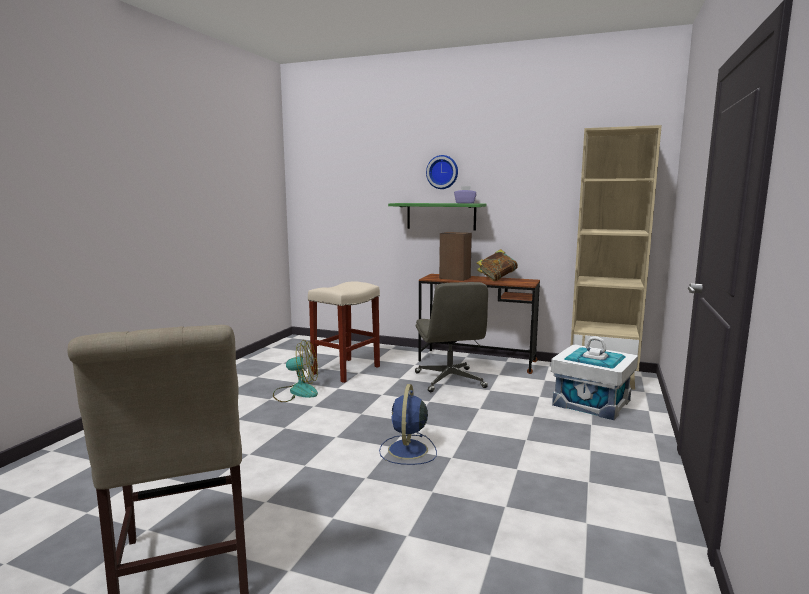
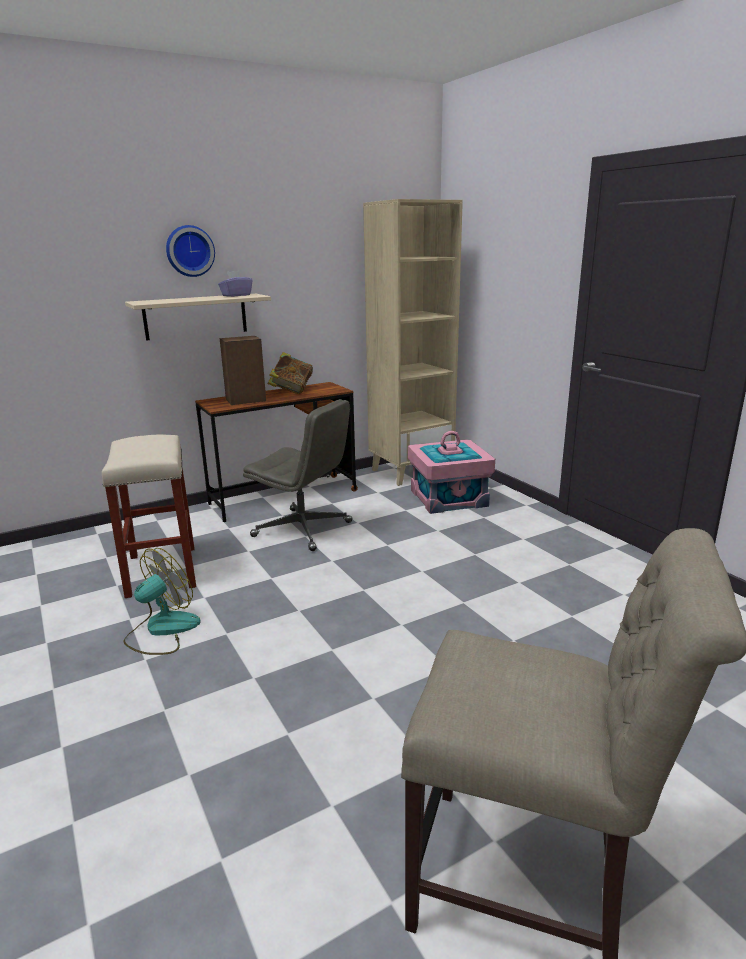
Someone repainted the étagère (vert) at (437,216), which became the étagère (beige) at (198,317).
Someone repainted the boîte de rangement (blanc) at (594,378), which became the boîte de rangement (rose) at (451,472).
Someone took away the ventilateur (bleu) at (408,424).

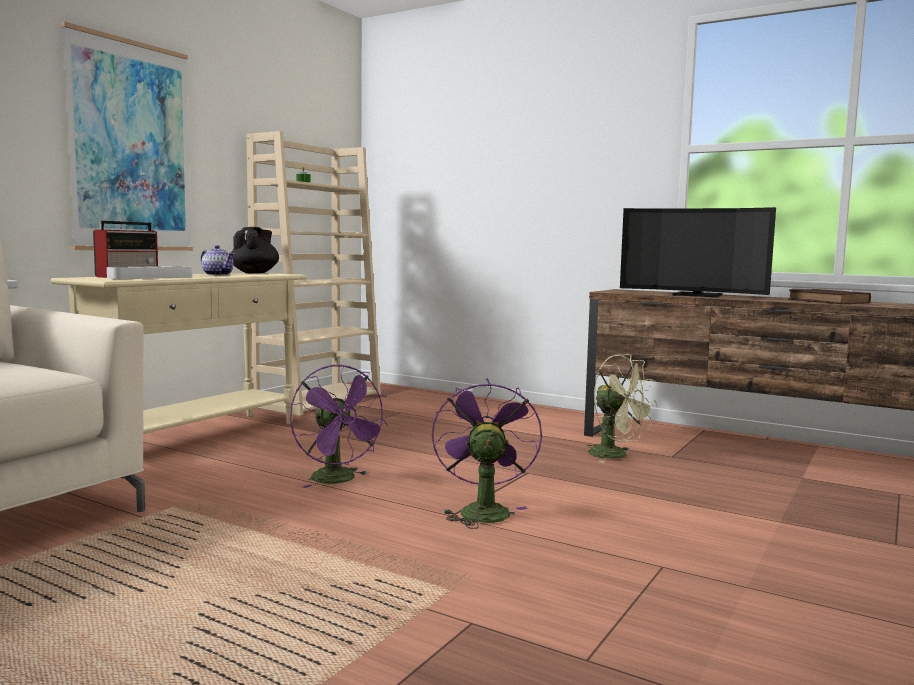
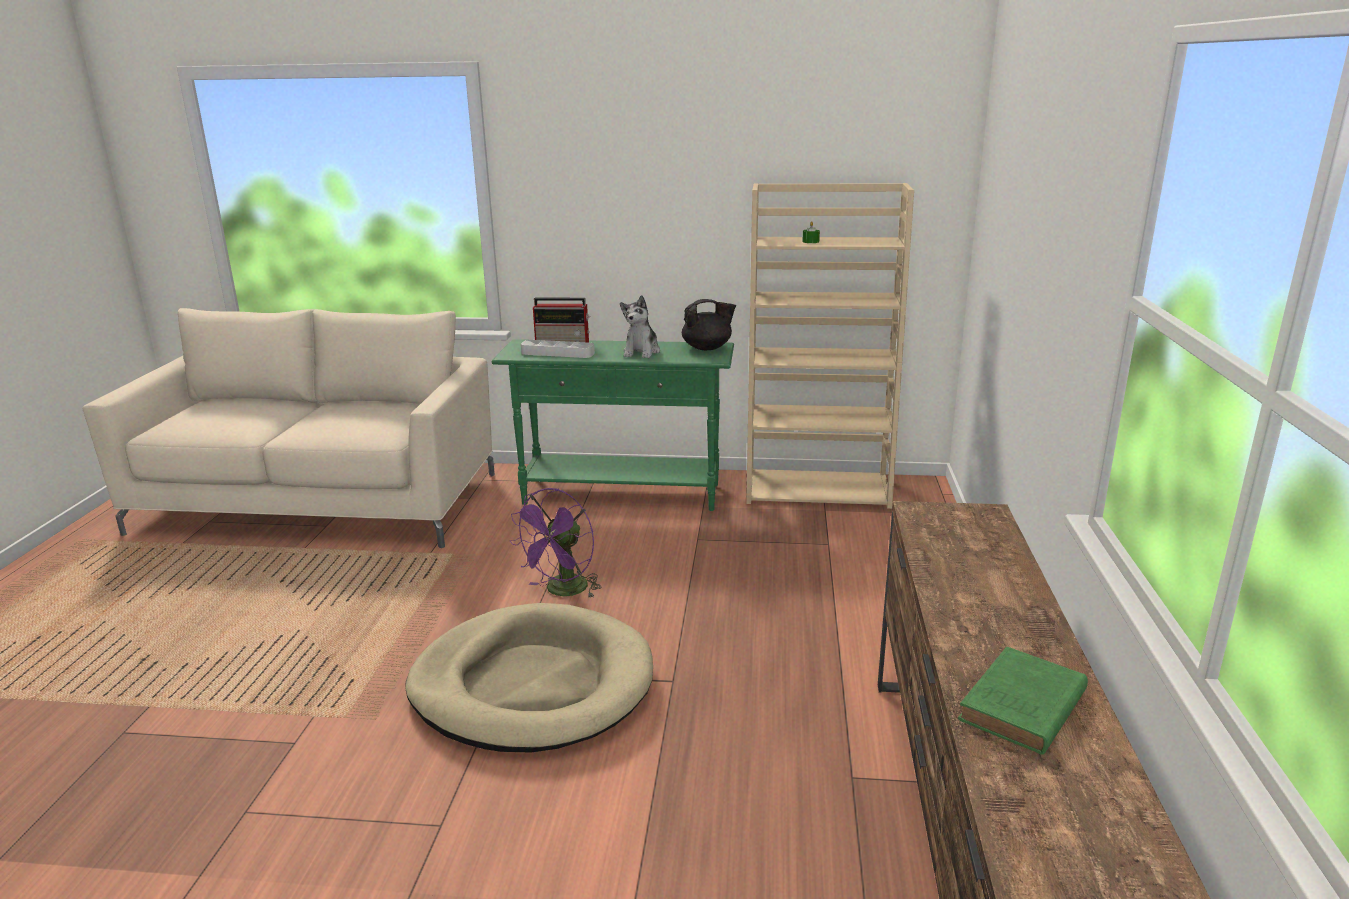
Someone swapped the ventilateur (violet) at (487,453) for the panier pour chien (beige) at (529,677).
Someone repainted the table console (beige) at (179,353), which became the table console (vert) at (613,425).
Someone swapped the théière at (218,260) for the peluche at (640,326).
Someone repainted the livre (marron) at (829,296), which became the livre (vert) at (1023,701).
Someone took away the tableau at (127,136).
Someone took away the ventilateur (vert) at (622,408).
Someone took away the téléviseur at (698,252).

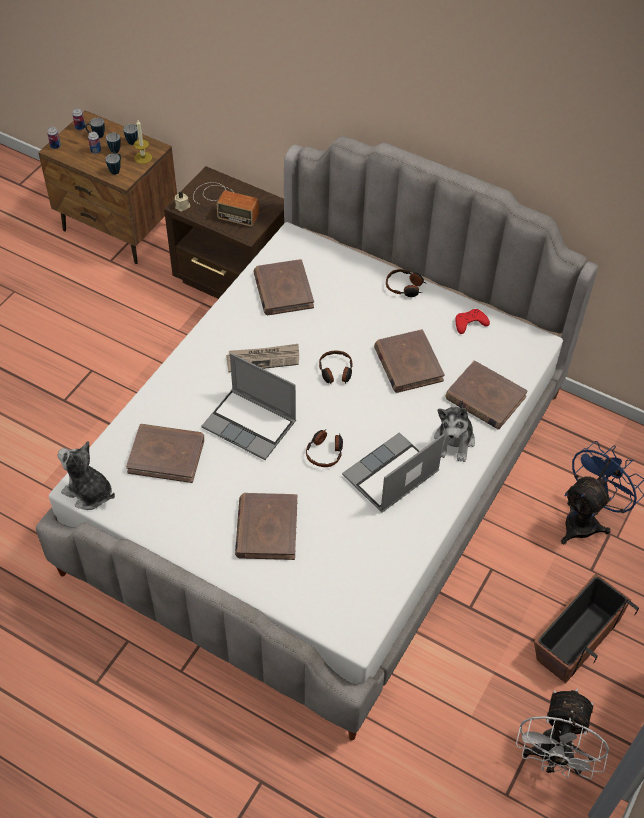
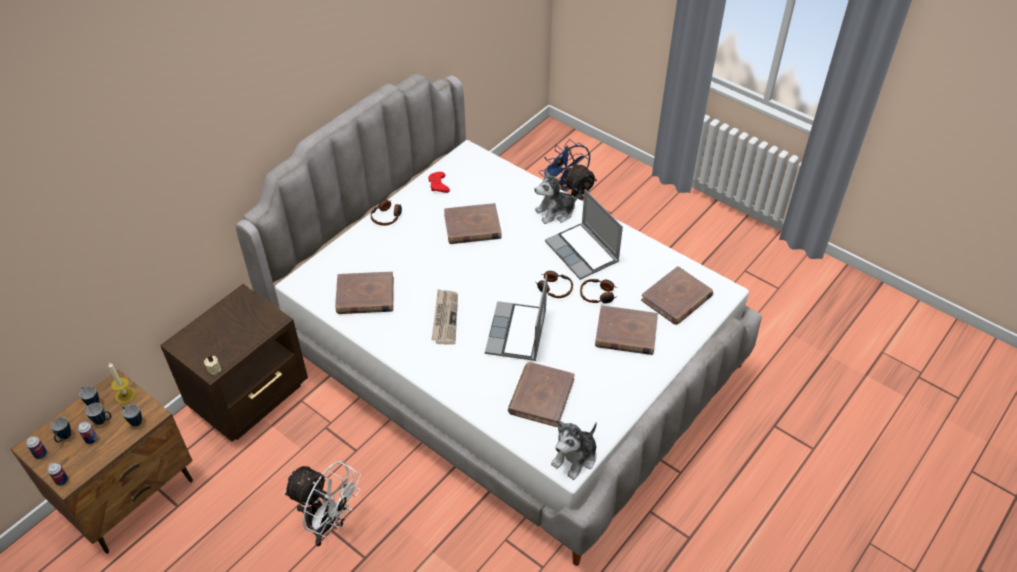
Someone carried the ventilateur (blanc) from (562,734) to (322,503).
Someone rotated the ordinateur portable at (249,406) by 150 degrees clockwise.
Someone rotated the peluche at (454,431) by 135 degrees clockwise.
Someone carried the casque audio from (336,367) to (599,291).
Someone carried the livre (marron) from (487,394) to (677,295).
Someone took away the radio at (226,204).
Someone took away the cache-pot at (586,628).

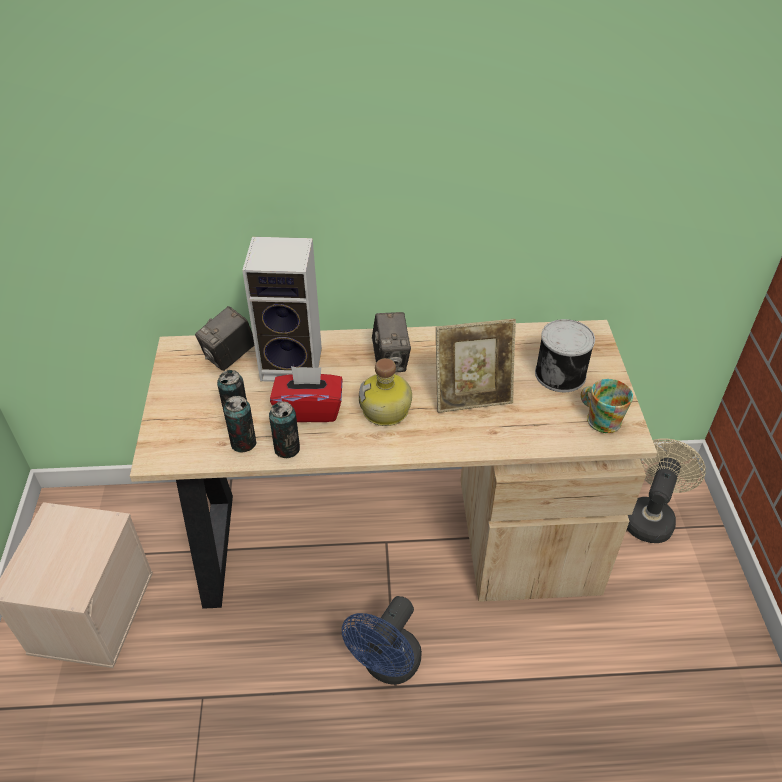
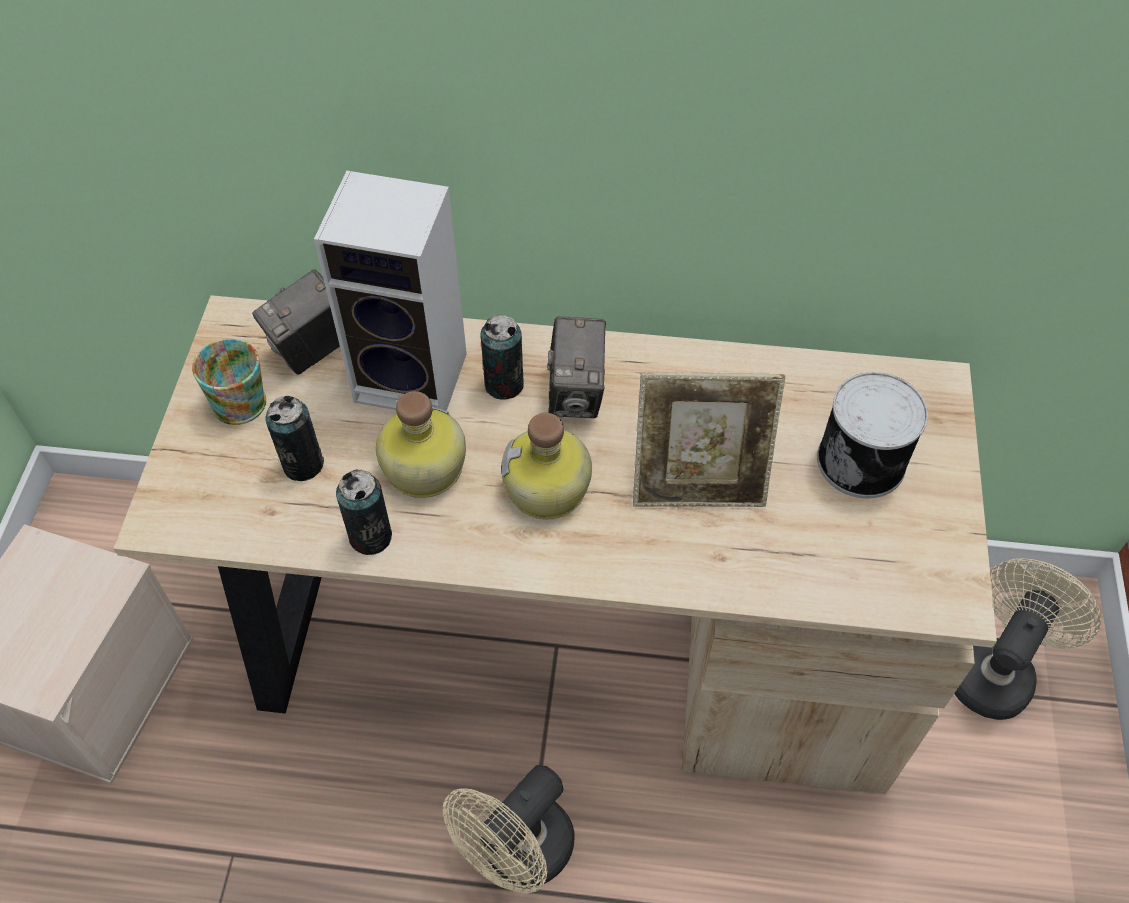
Someone carried the mug from (607,406) to (229,382).
Someone swapped the boîte à mouchoirs (rouge) at (306,394) for the bouteille at (421,444).
Someone repainted the ventilateur (bleu) at (382,640), which became the ventilateur (beige) at (509,829).
Someone carried the boîte métallique from (239,424) to (502,357).

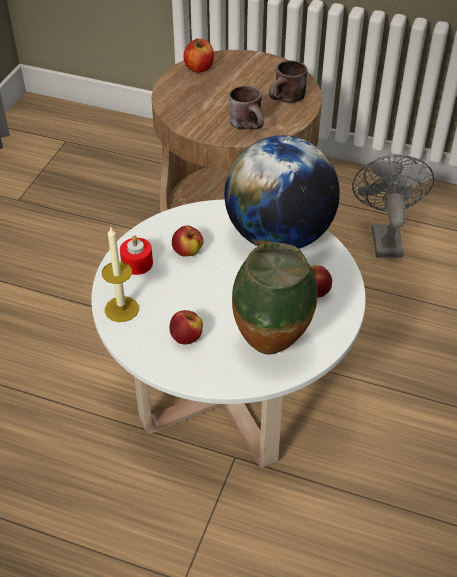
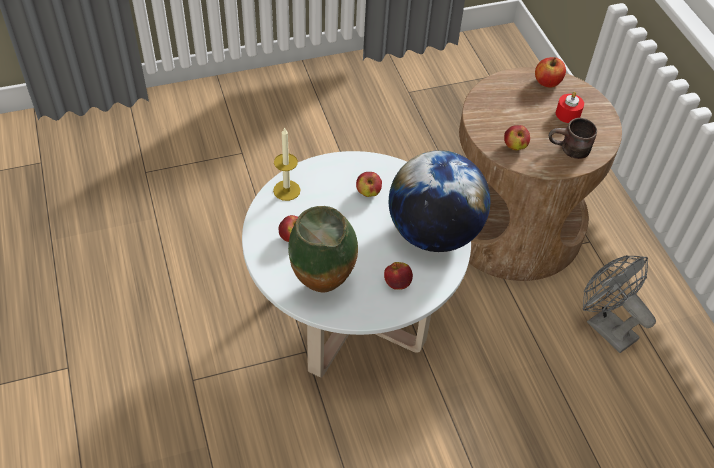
Someone swapped the mug (marron) at (246,108) for the pomme at (517,137).
Someone carried the bougie (rouge) from (136,255) to (570,107).
Someone rotated the ventilateur (gris) at (393,205) by 90 degrees counterclockwise.

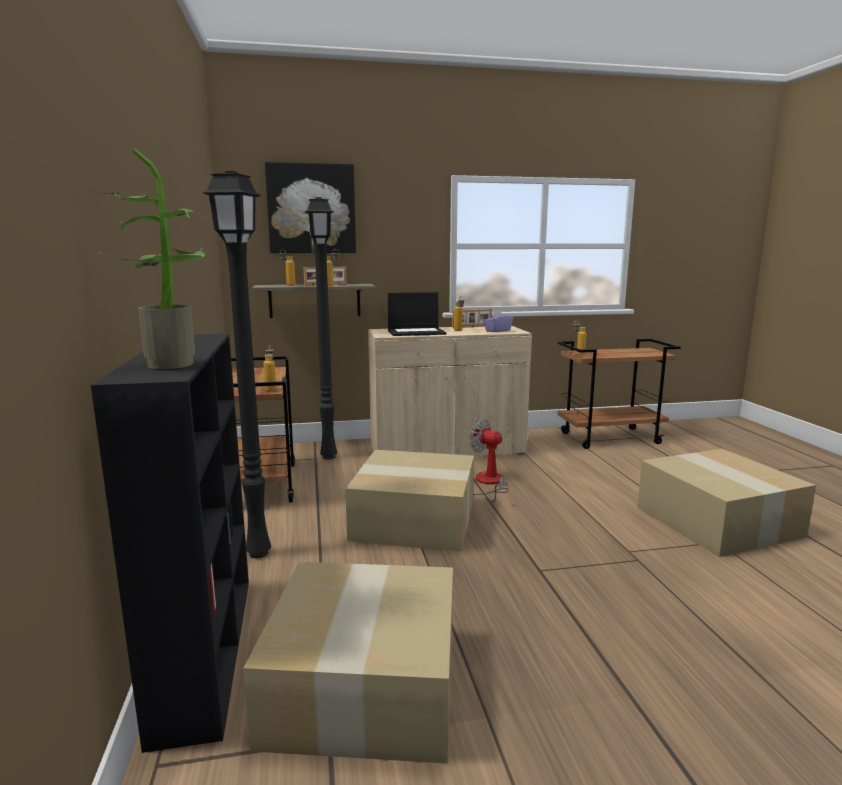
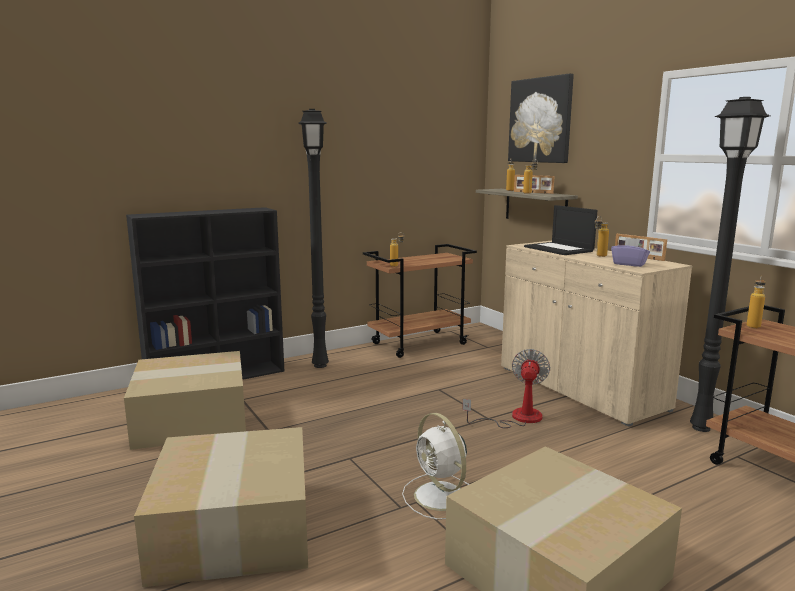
Someone carried the carton from (409,501) to (221,507).
Someone put down the ventilateur (blanc) at (435,466).
Someone carried the lampadaire (noir) from (320,328) to (730,264).
Someone took away the plante en pot at (148,258).

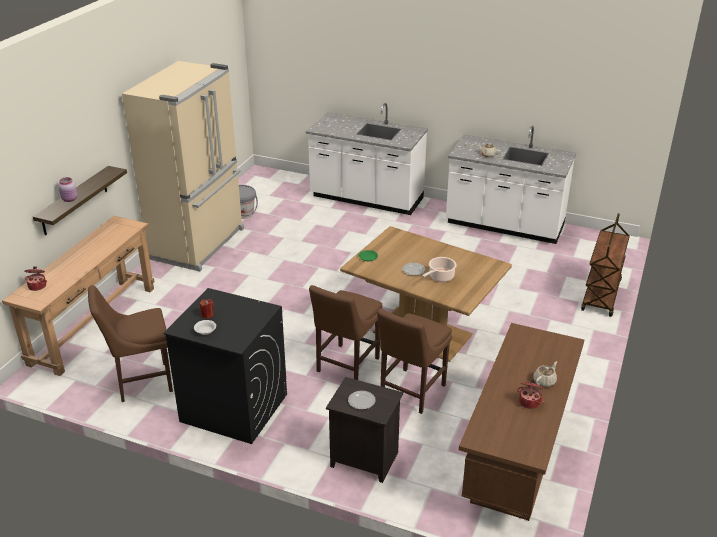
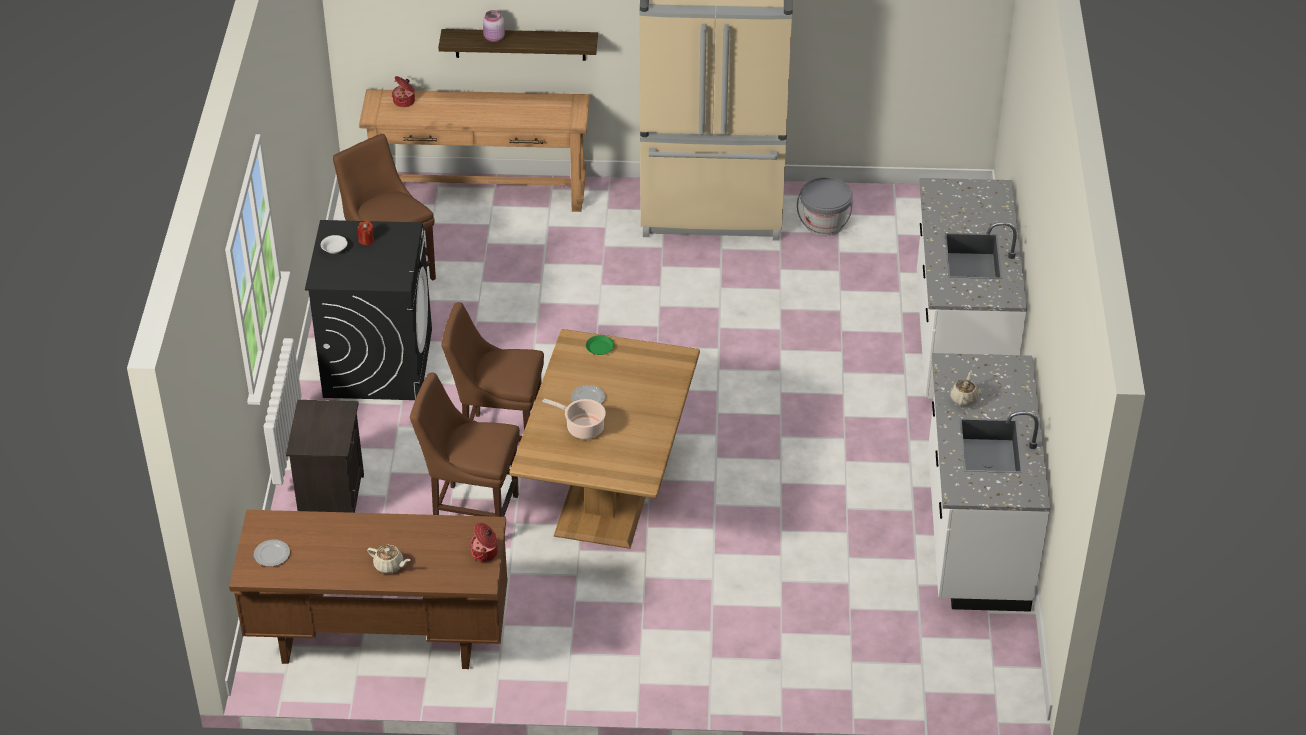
Someone carried the assiette from (362,400) to (272,553).
Someone carried the marmite from (530,394) to (484,542).
Someone took away the chariot (marron) at (605,265).

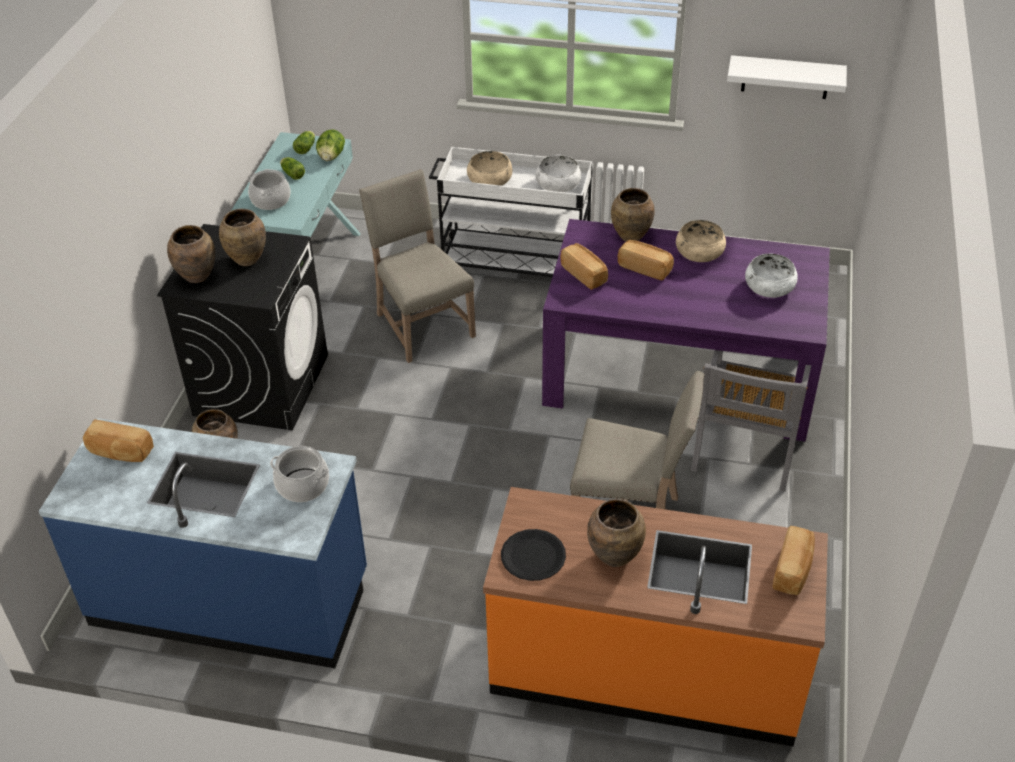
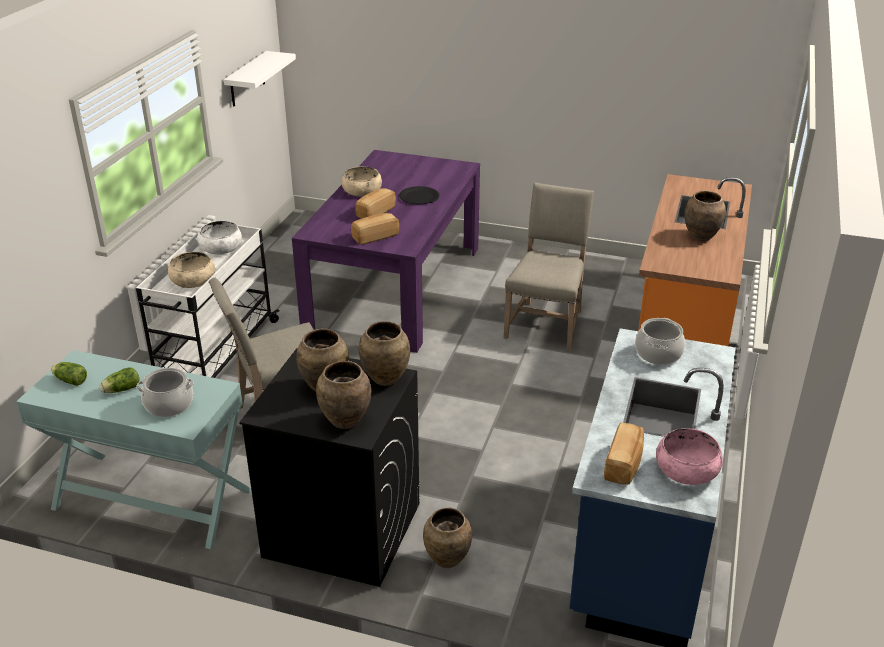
Someone carried the vase (marron) from (633,214) to (384,353).
Someone carried the assiette (noir) from (533,555) to (419,195).
Someone put down the bol (rose) at (689,456).
Someone took away the laitue at (330,145).
Someone took away the chaise (gris) at (751,420).
Someone took away the bol (blanc) at (771,276).
Someone took away the pain at (794,560).

